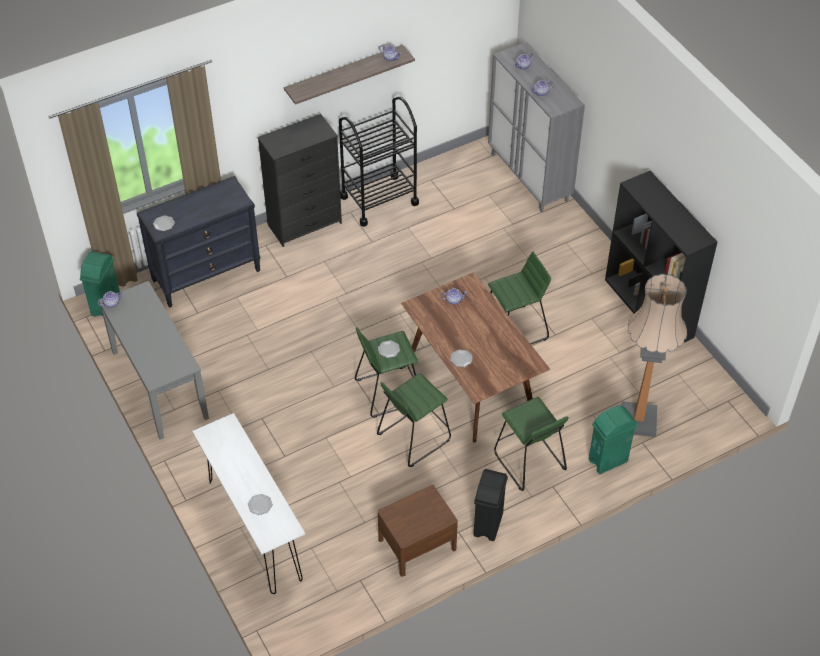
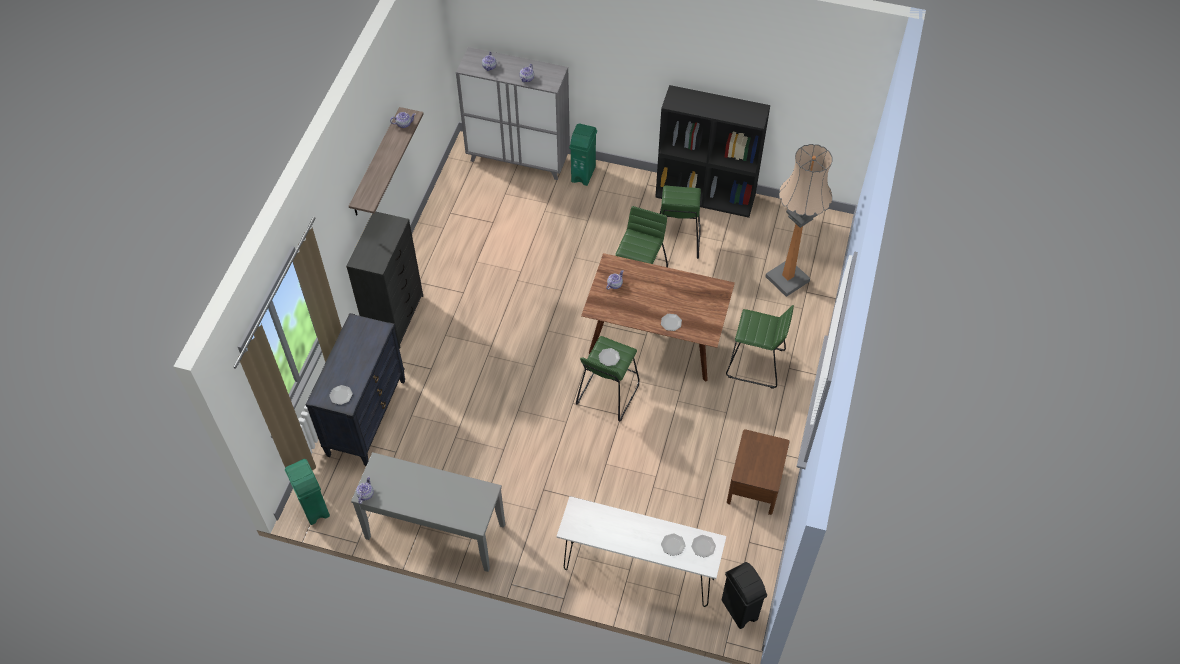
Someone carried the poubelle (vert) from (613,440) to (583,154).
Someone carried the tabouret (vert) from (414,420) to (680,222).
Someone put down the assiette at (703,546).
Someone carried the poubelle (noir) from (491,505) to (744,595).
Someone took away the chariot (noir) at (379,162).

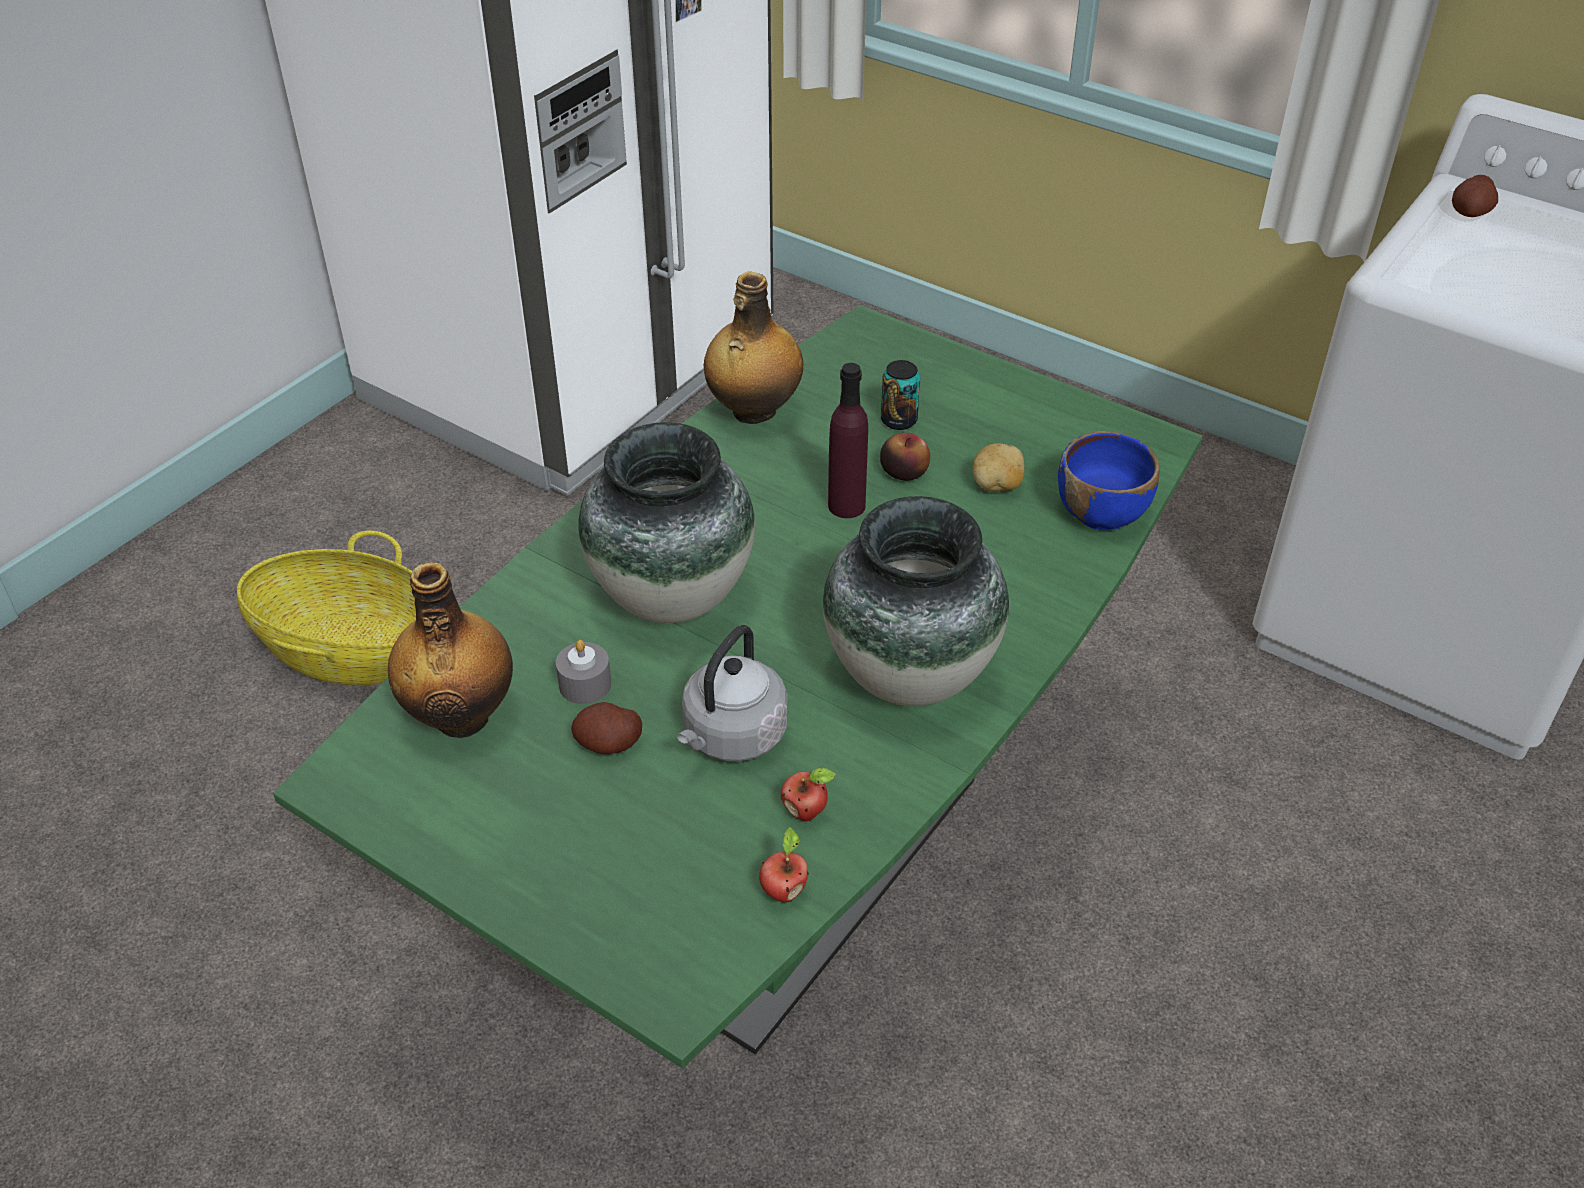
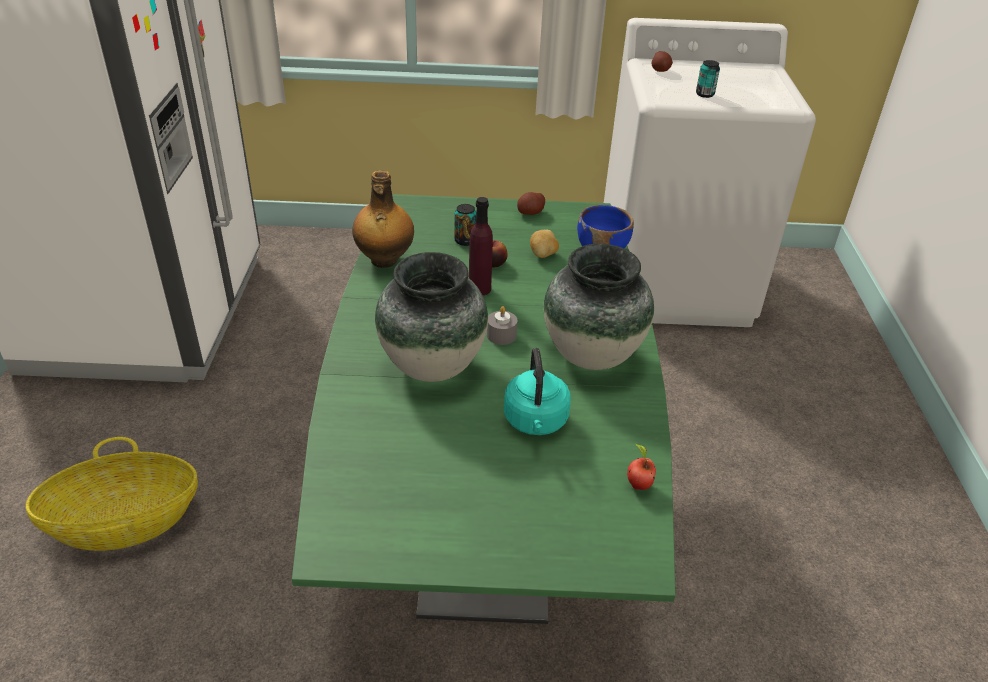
Someone carried the bougie (gris) from (583,672) to (502,325).
Someone repainted the bouilloire (gris) at (732,693), which became the bouilloire (turquoise) at (537,391).
Someone carried the pomme de terre from (606,728) to (531,203).
Someone put down the boîte métallique at (708,79).
Someone took away the bouteille at (450,650).
Someone took away the pomme at (808,794).

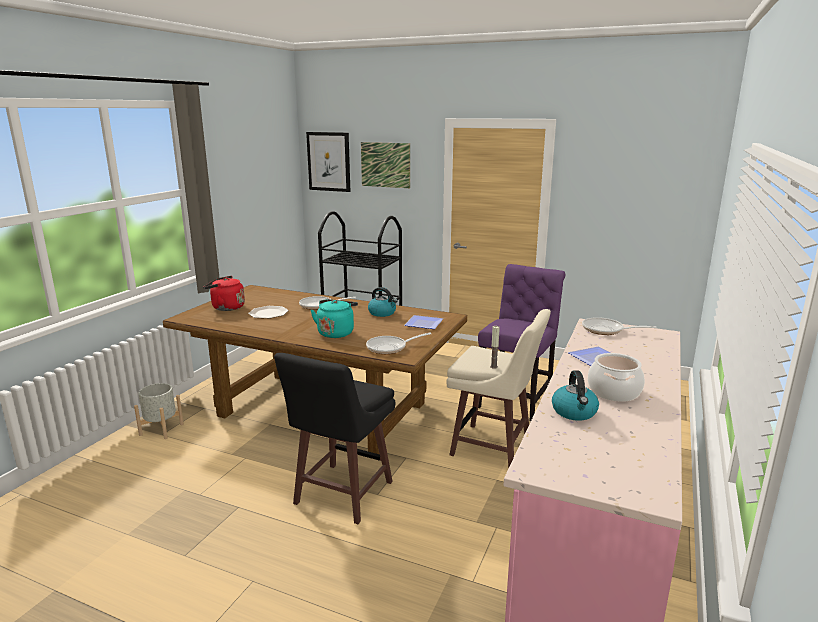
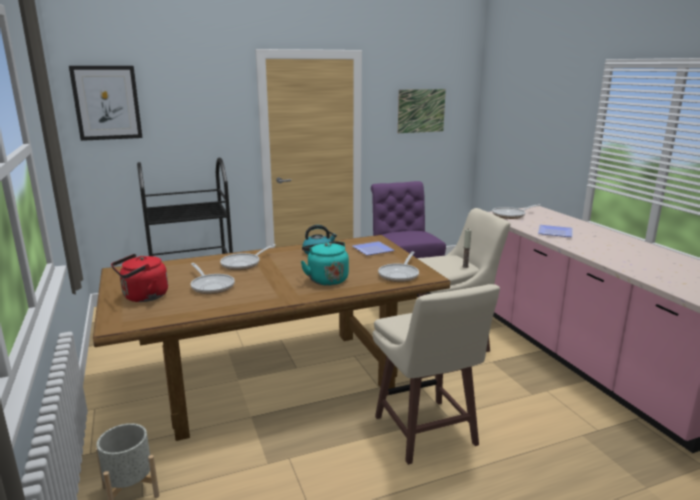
Someone swapped the assiette at (268,312) for the poêle at (213,278).
Someone repainted the tabouret (noir) at (334,438), which became the tabouret (beige) at (436,374).
Someone carried the tableau from (385,165) to (422,111).
Someone took away the bouilloire at (575,395).
Someone took away the marmite at (616,377).

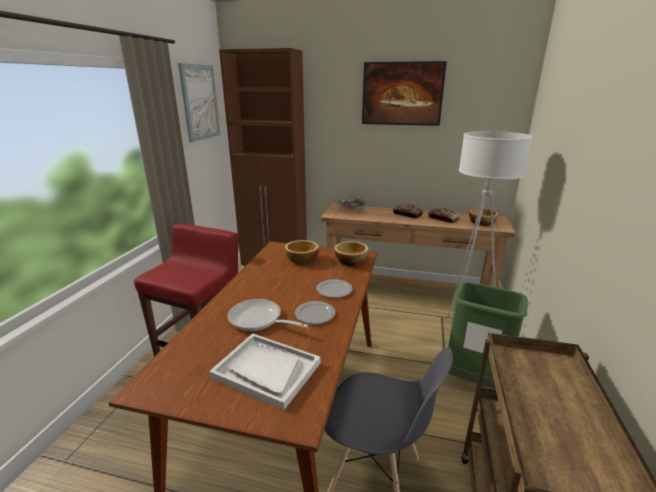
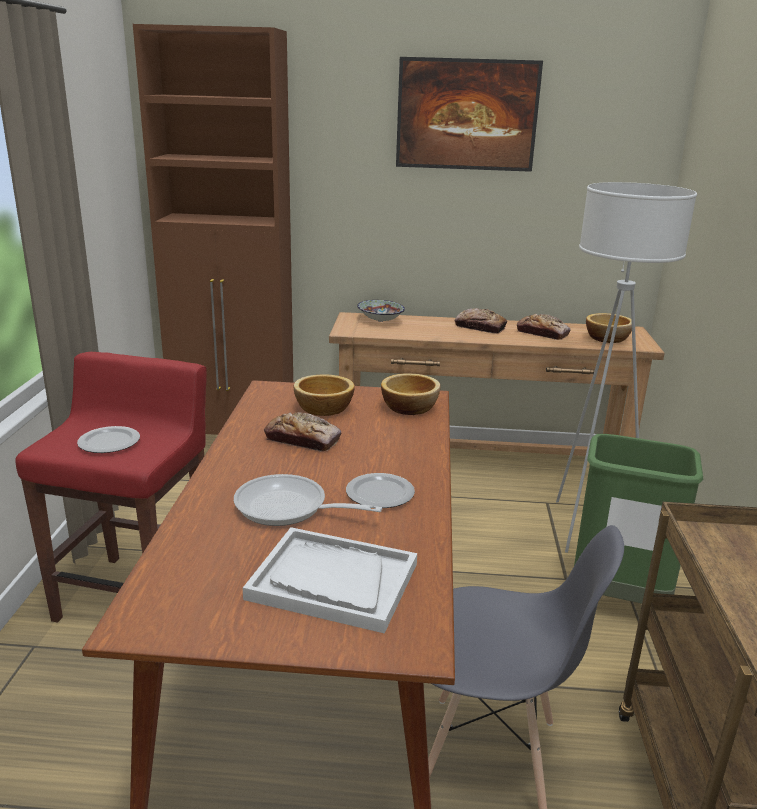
Someone carried the assiette from (334,288) to (108,439).
Someone put down the pain at (302,431).
Someone took away the tableau at (199,102).

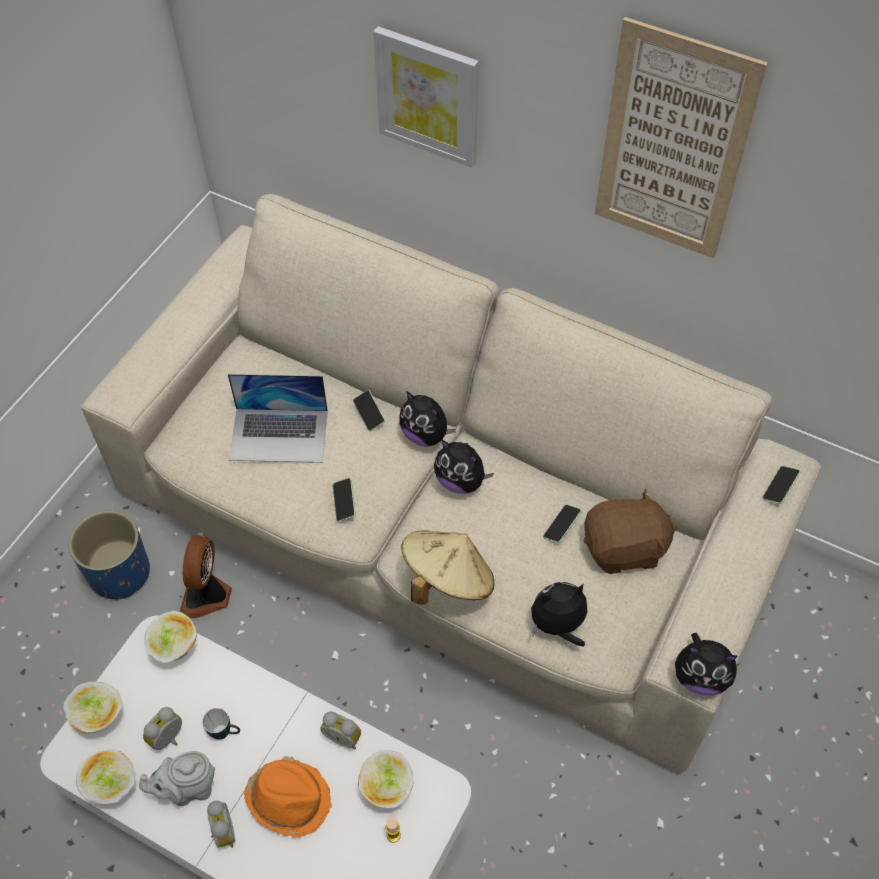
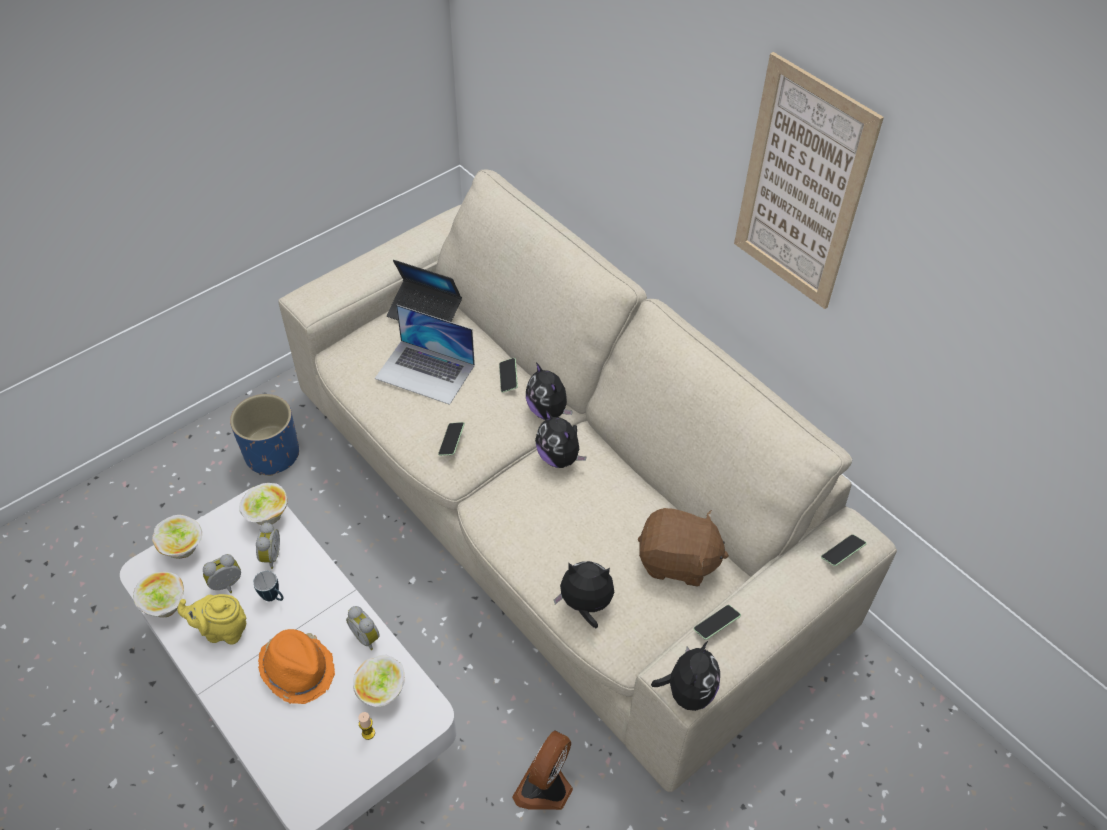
Someone repainted the théière (gris) at (177,778), which became the théière (jaune) at (211,619).
Someone carried the réveil from (221,824) to (268,545).
Someone put down the ordinateur portable at (424,291).
Someone carried the ventilateur from (206,577) to (542,770).
Someone rotated the peluche at (708,664) by 105 degrees counterclockwise.
Someone carried the téléphone from (562,524) to (717,622).
Someone took away the tableau at (426,97).
Someone took away the chapeau (beige) at (448,567).

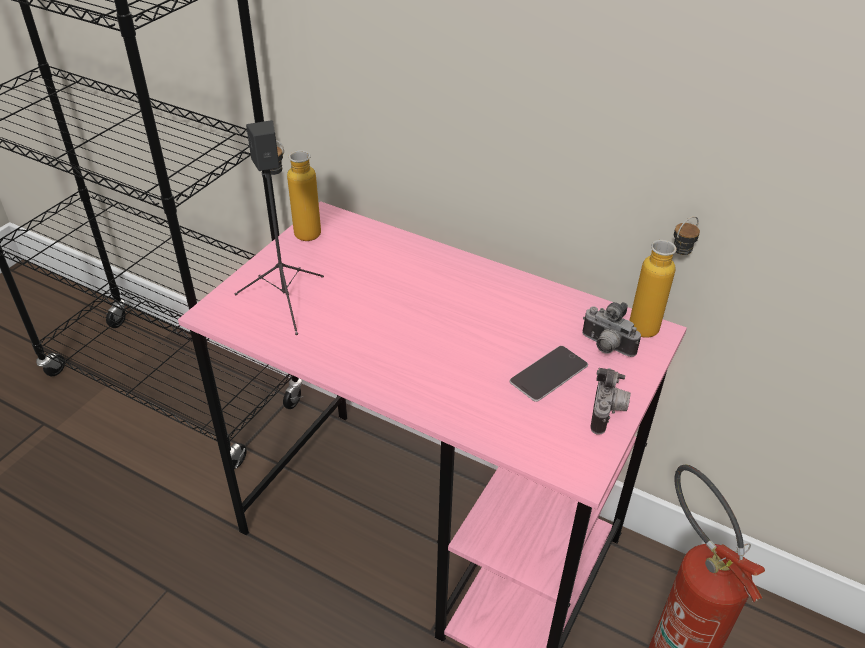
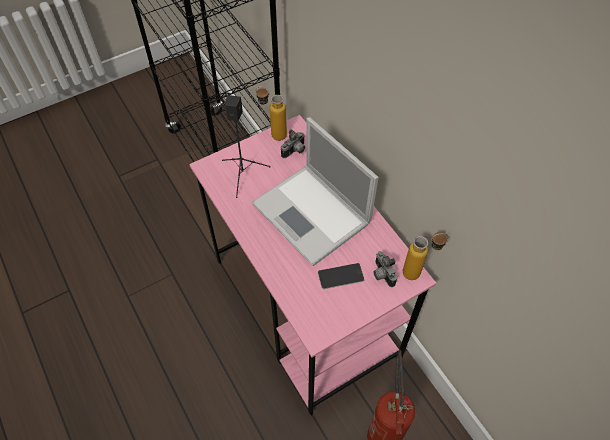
Someone put down the ordinateur portable at (315,191).
Someone carried the appareil photo from (610,401) to (293,143).

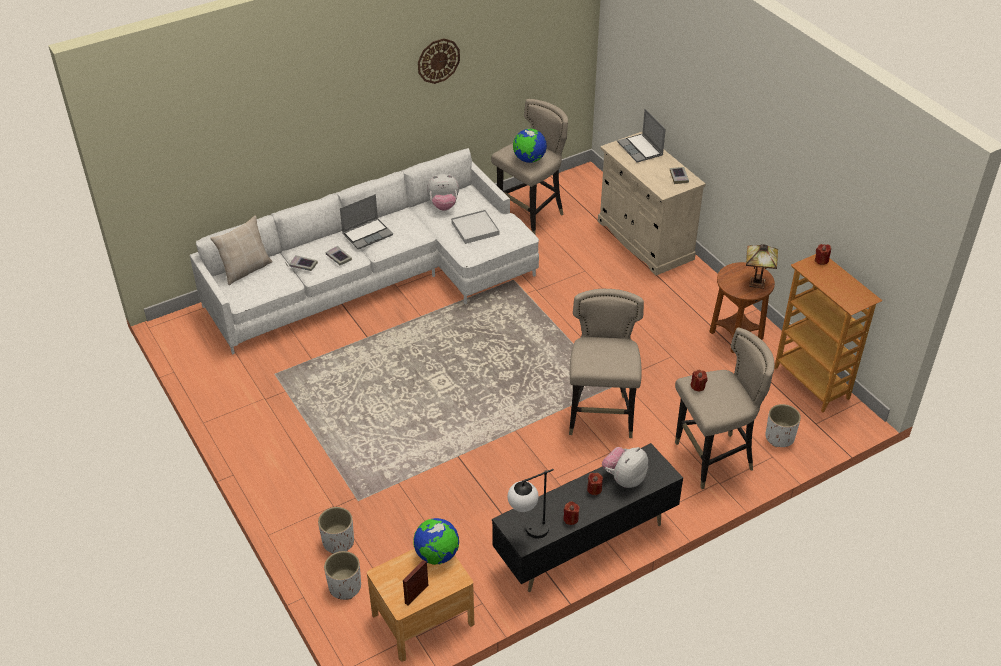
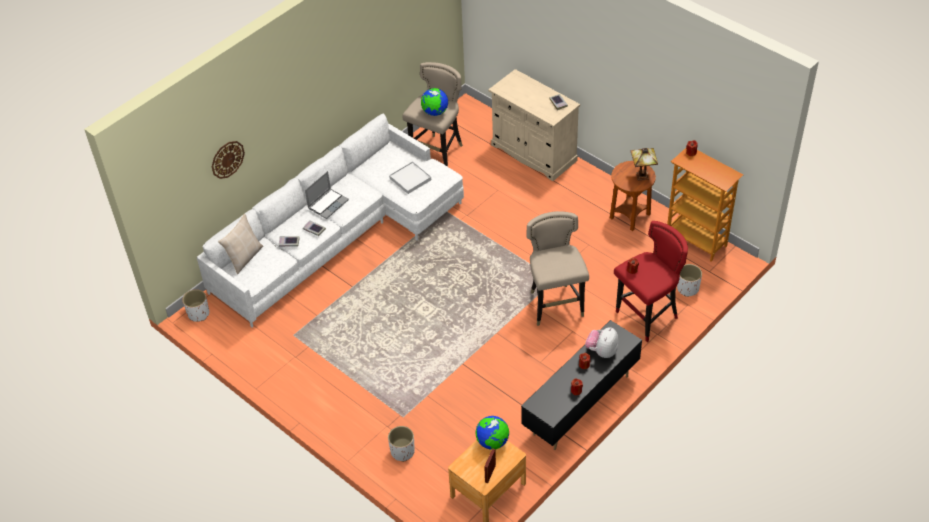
Someone carried the cache-pot (blanc) from (342,575) to (195,305).
Someone carried the horloge murale from (439,61) to (228,160).
Someone repainted the tabouret (beige) at (725,408), which became the tabouret (rouge) at (651,281).
Someone took away the peluche at (443,192).
Someone took away the lampe de table at (531,504).
Someone took away the ordinateur portable at (641,135).

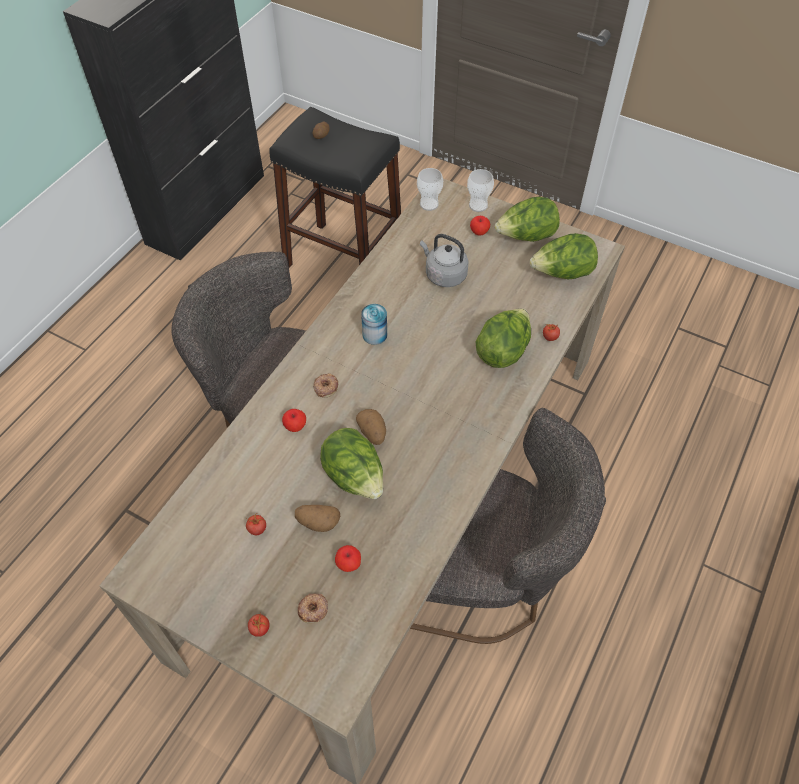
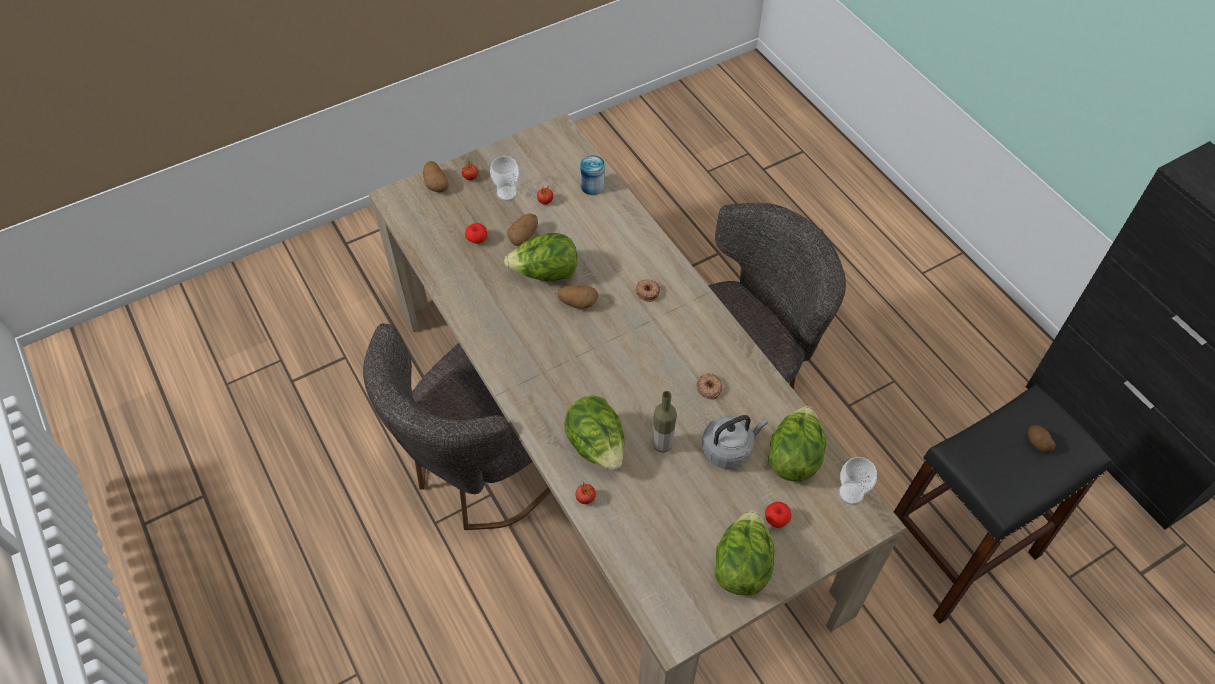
Someone put down the pomme de terre at (436,176).
Someone carried the tasse from (480,190) to (504,178).
Someone carried the boîte métallique from (374,324) to (592,175).
Someone put down the bouteille at (665,422).
Someone carried the beignet from (313,608) to (709,386).
Someone carried the laitue from (564,256) to (797,444).
Someone took away the pomme at (294,420).

